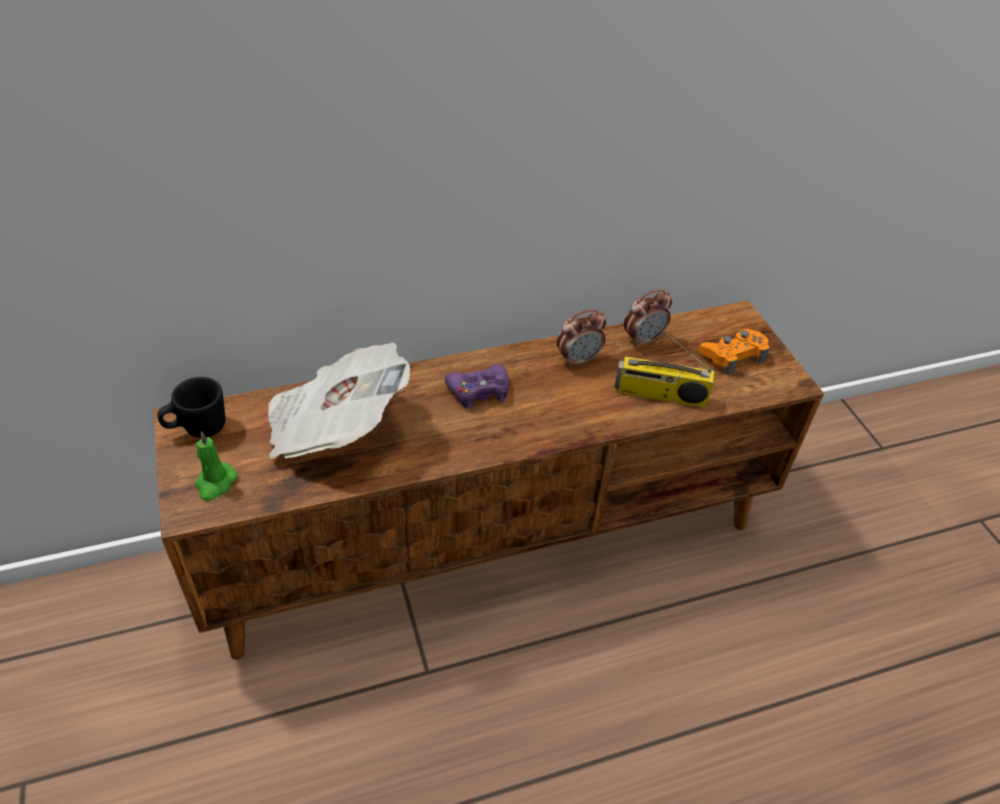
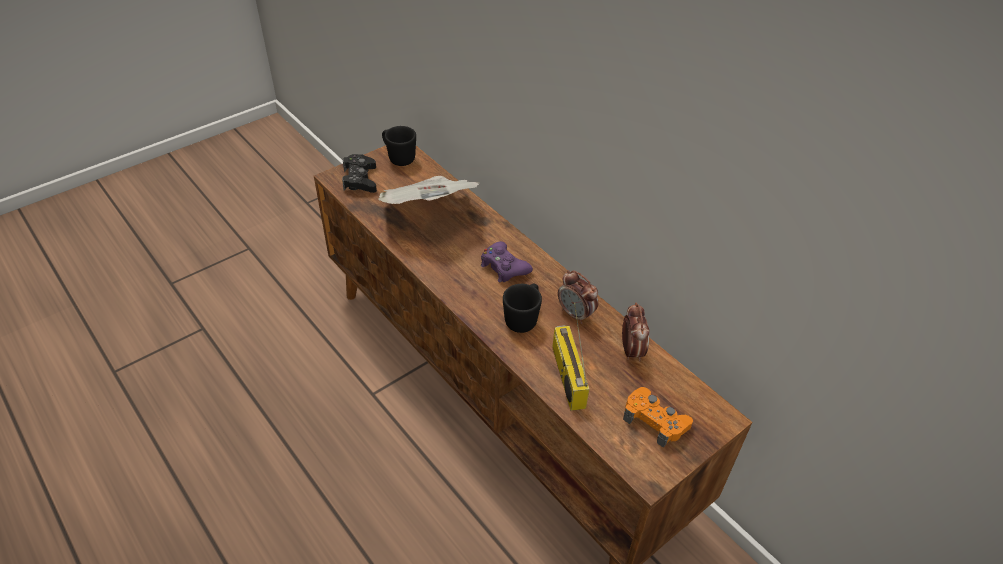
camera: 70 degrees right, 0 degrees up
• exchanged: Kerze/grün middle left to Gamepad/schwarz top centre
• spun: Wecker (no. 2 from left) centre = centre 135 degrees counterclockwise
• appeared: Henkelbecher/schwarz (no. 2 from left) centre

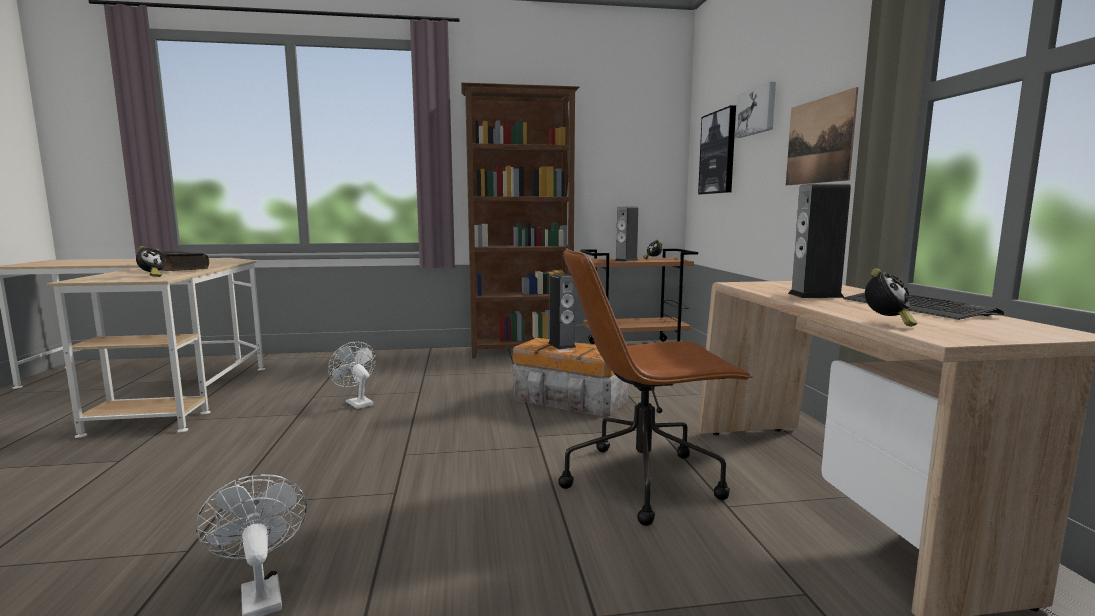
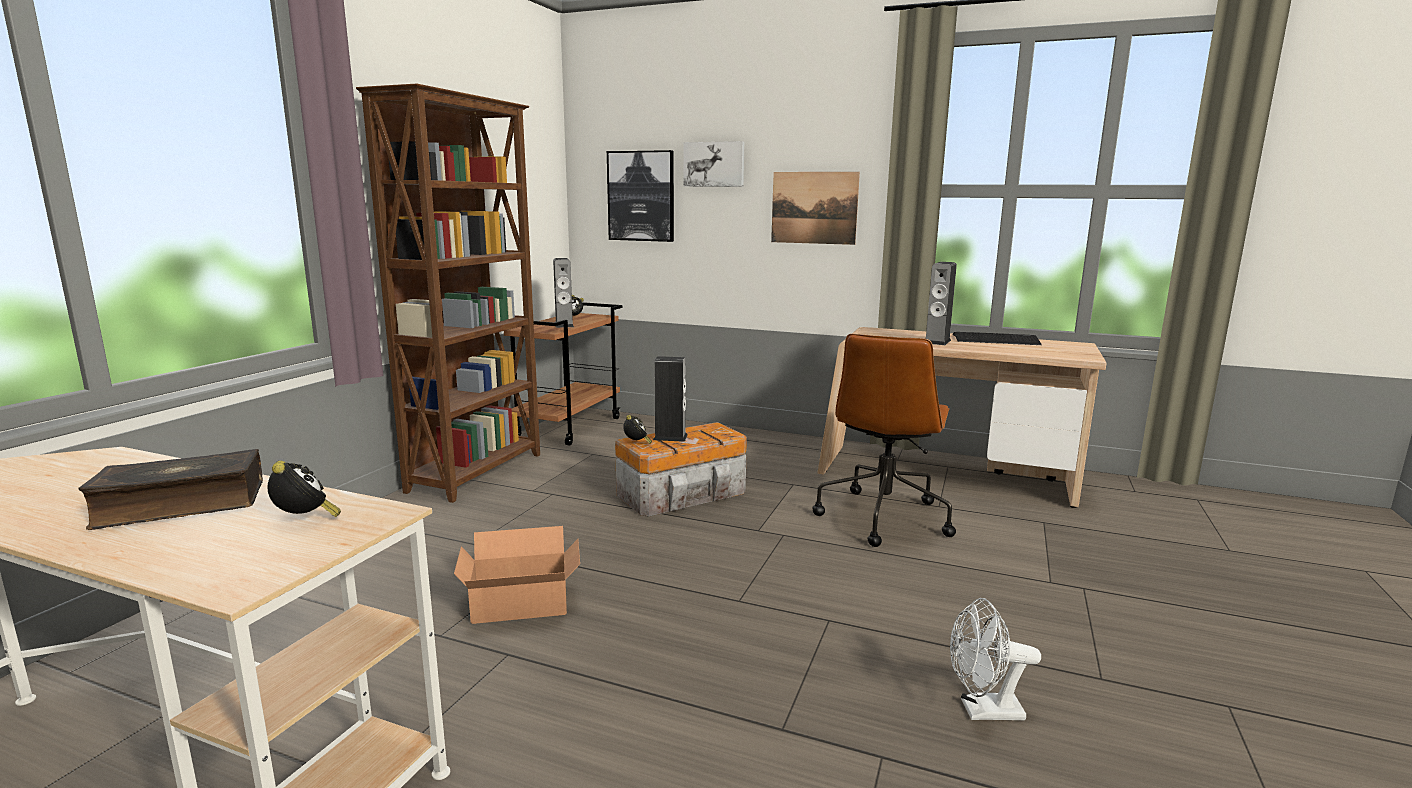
camera: 60 degrees left, 5 degrees up
• exchanged: Ventilator/weiß (no. 2 from left) middle left to Karton bottom centre
• relocated: Wecker (no. 3 from left) middle right to centre

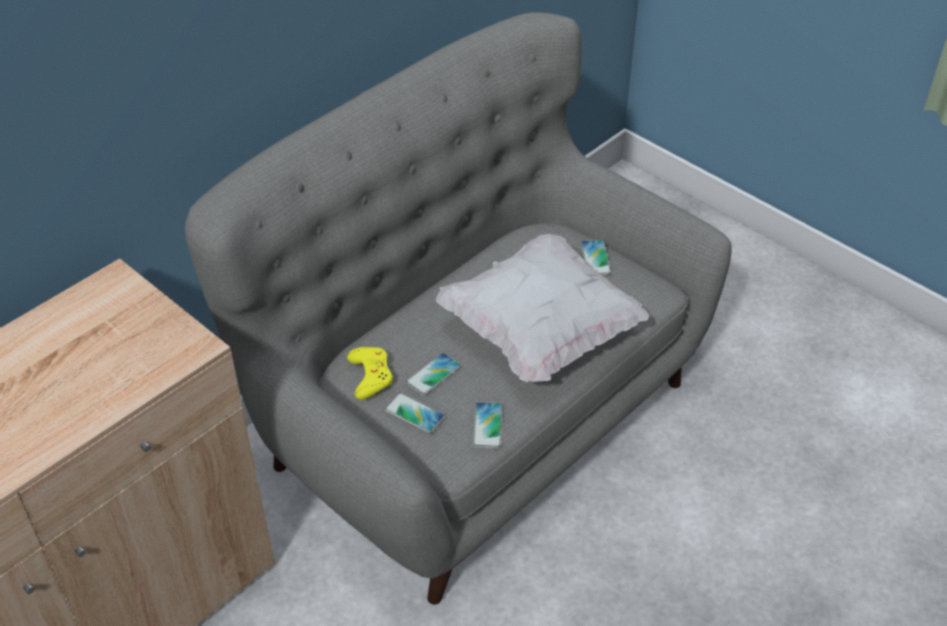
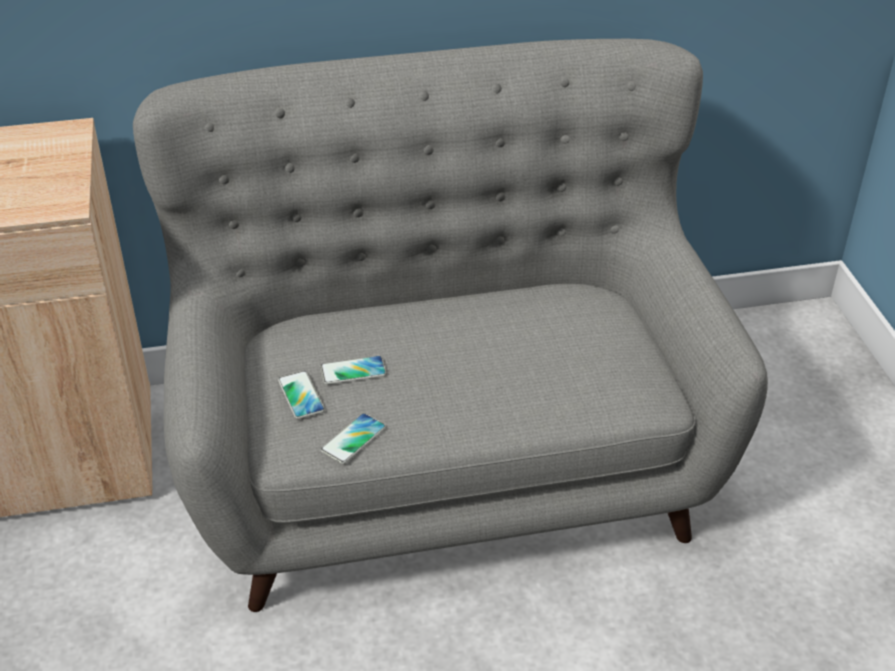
camera: 35 degrees right, 5 degrees down
• missing: Gamepad/gelb centre
• missing: Kissen/weiß centre
• missing: Handy (no. 4 from left) centre

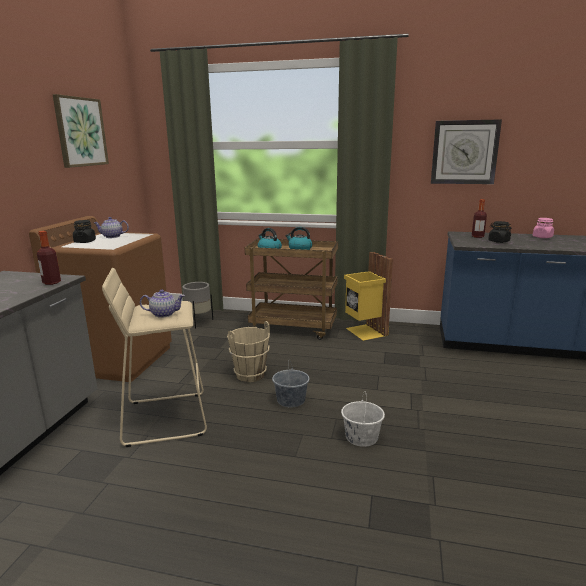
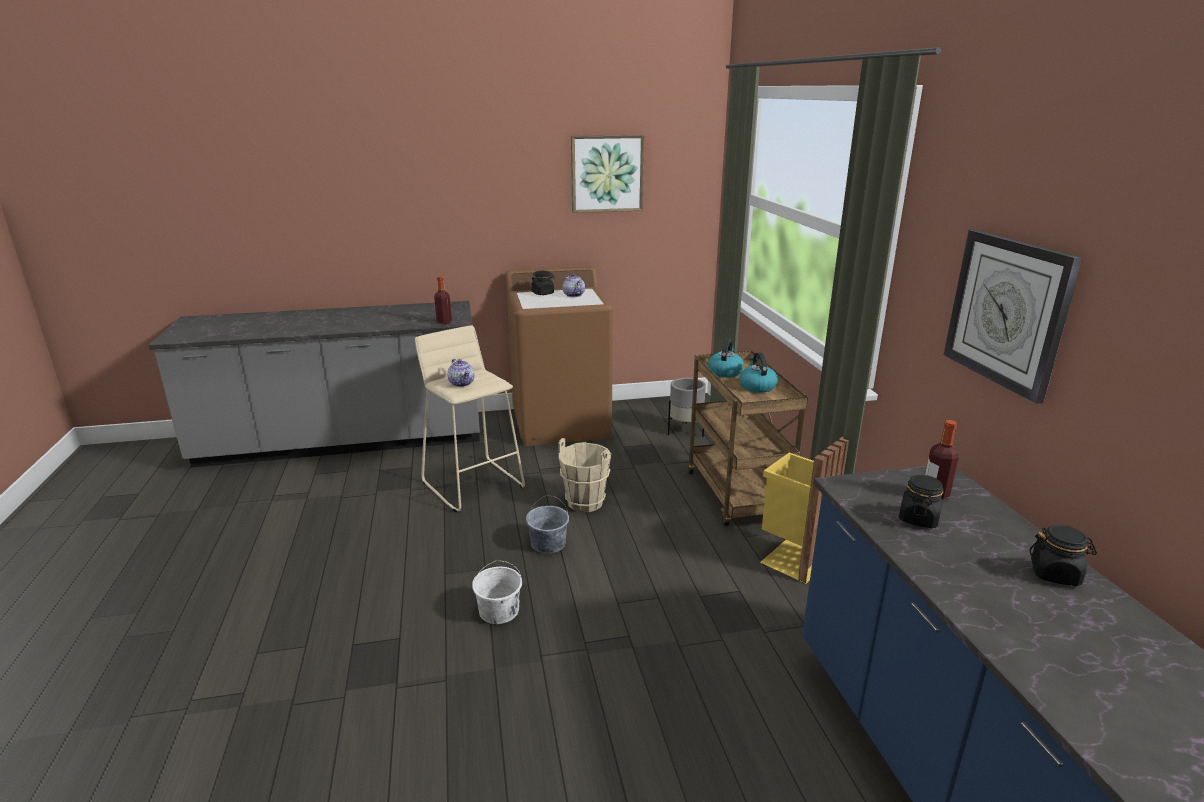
camera: 65 degrees right, 5 degrees up
• colour: Vorratsglas/rosa middle right to Vorratsglas/schwarz (no. 3 from left) bottom right

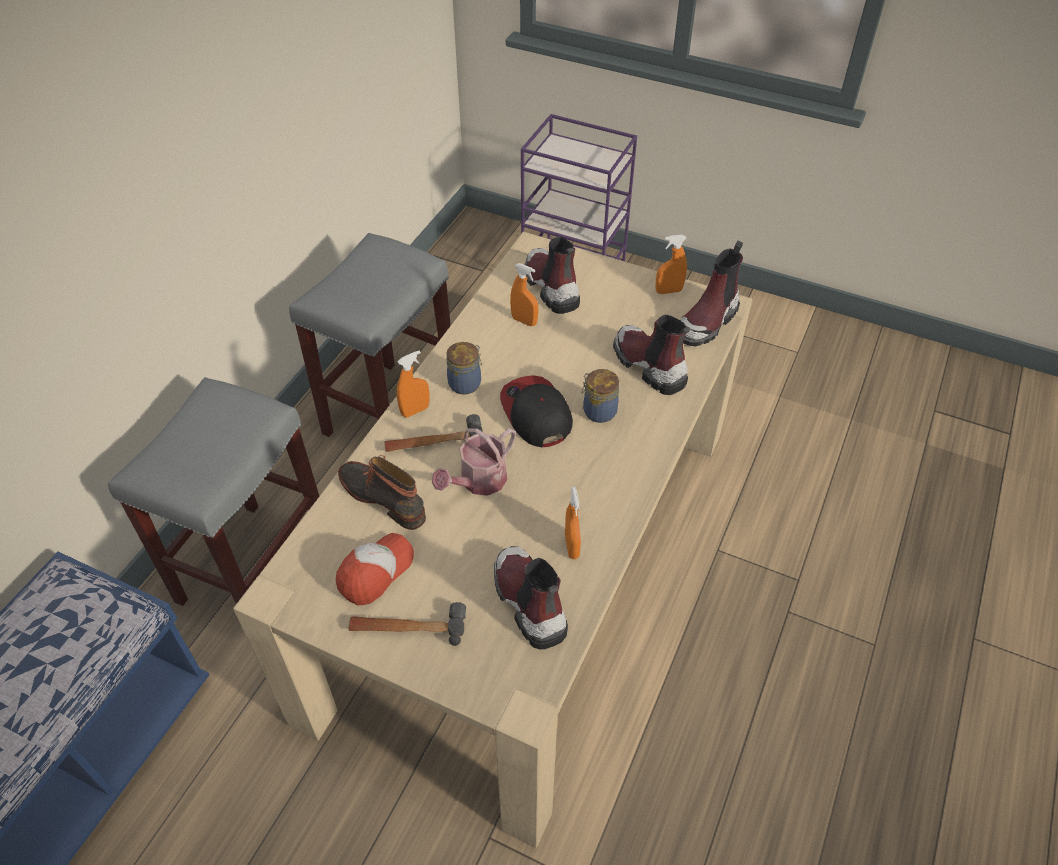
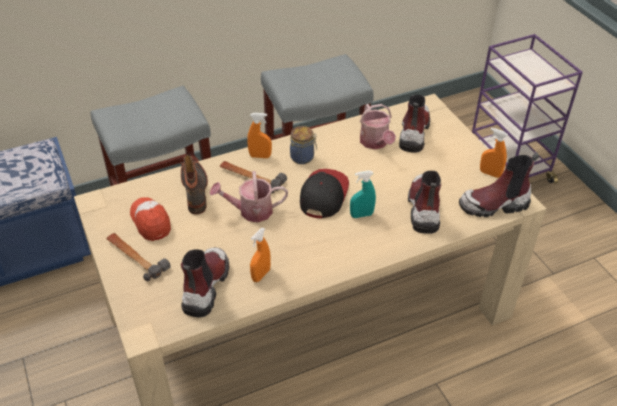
camera: 40 degrees right, 5 degrees down
• spun: Kappe (no. 1 from left) centre = middle left 105 degrees counterclockwise
• exchanged: Sprühflasche/orange (no. 2 from left) centre to Gießkanne (no. 2 from left) top centre
• exchanged: Vorratsglas (no. 2 from left) centre to Sprühflasche/türkis centre

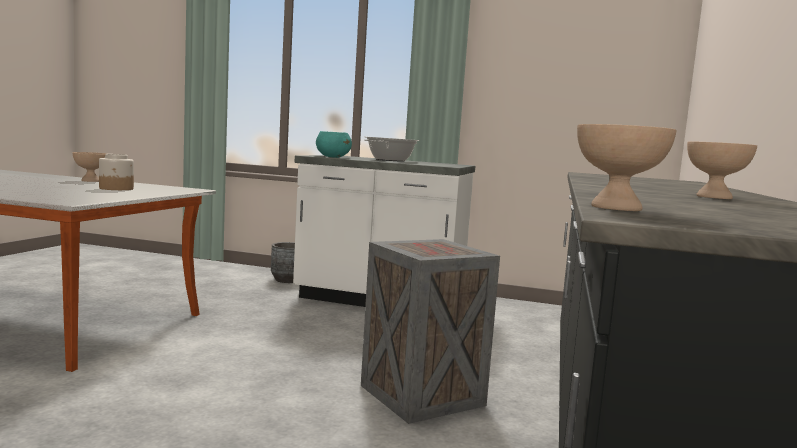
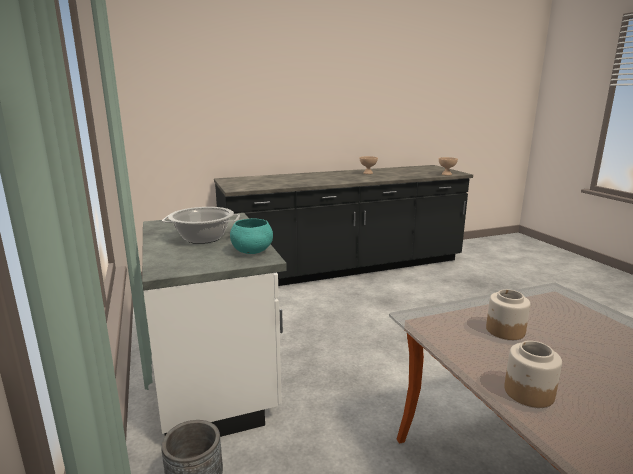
camera: 125 degrees left, 10 degrees up
• exchanged: Schüssel/beige (no. 1 from left) middle left to Vorratsglas (no. 2 from left) bottom right
• missing: Kiste bottom centre

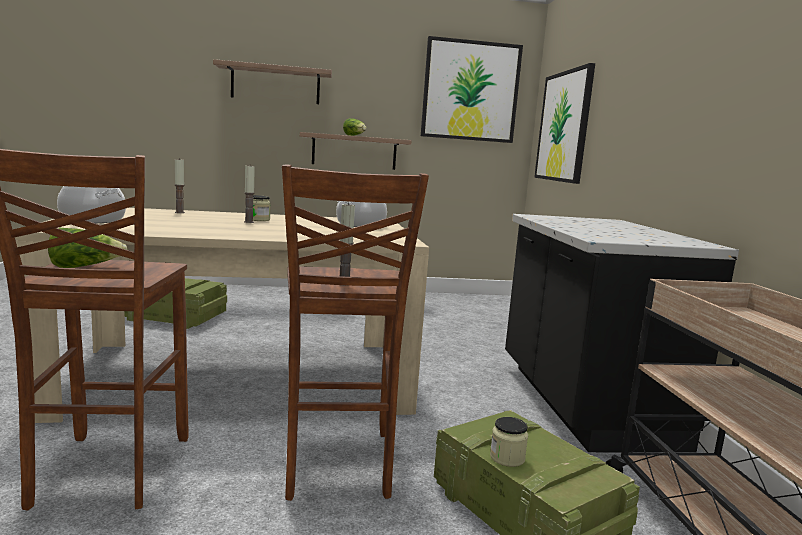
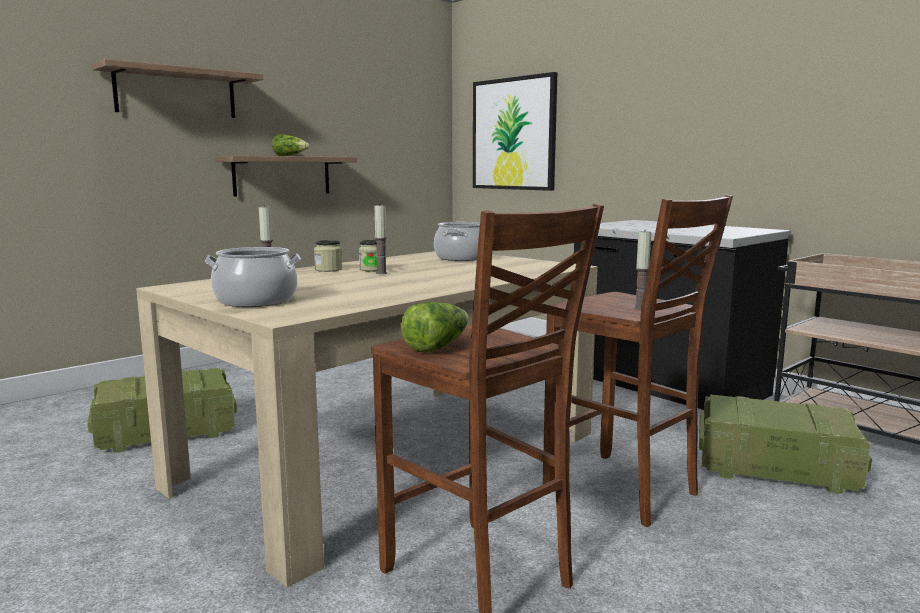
camera: 35 degrees left, 0 degrees up
• missing: Bild (no. 1 from left) top centre
• relocated: Vorratsglas (no. 2 from left in the first image) bottom centre to Vorratsglas (no. 1 from left) centre

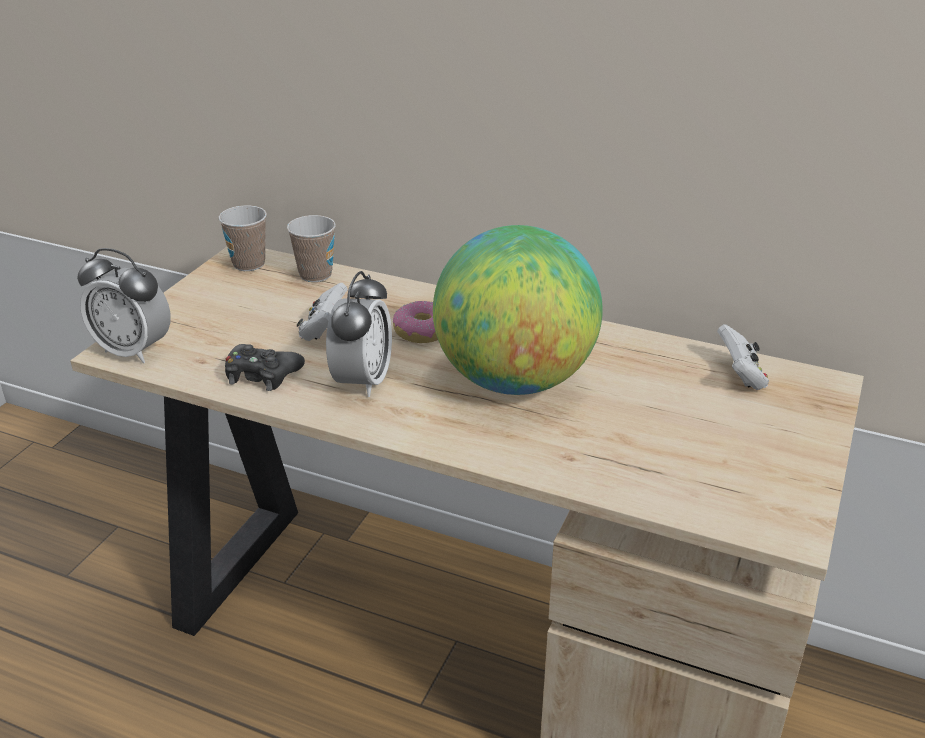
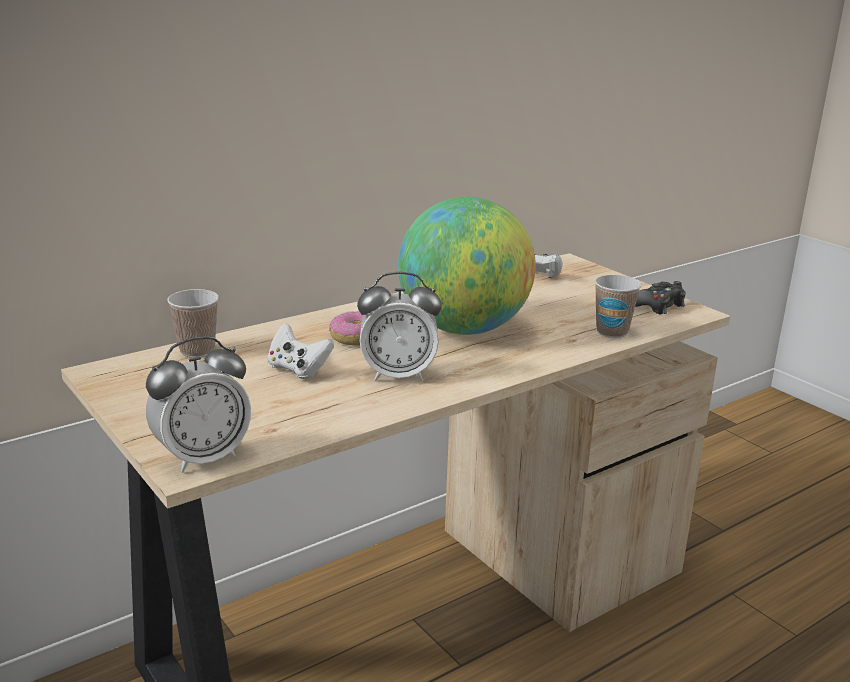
camera: 60 degrees left, 10 degrees down
• relocated: Tasse (no. 1 from left in the first image) top left to Tasse (no. 2 from left) middle right
• relocated: Gamepad/schwarz middle left to middle right
• spun: Wecker (no. 2 from left) centre = centre 135 degrees clockwise

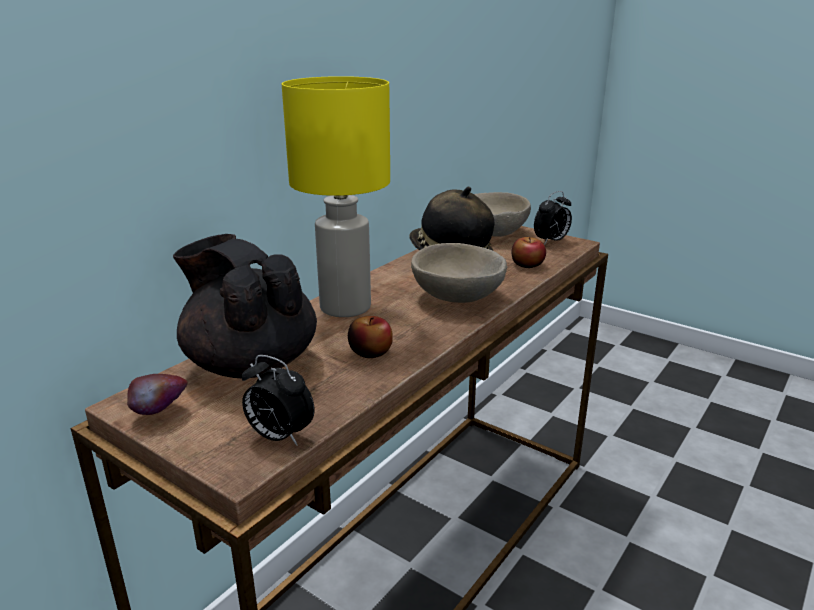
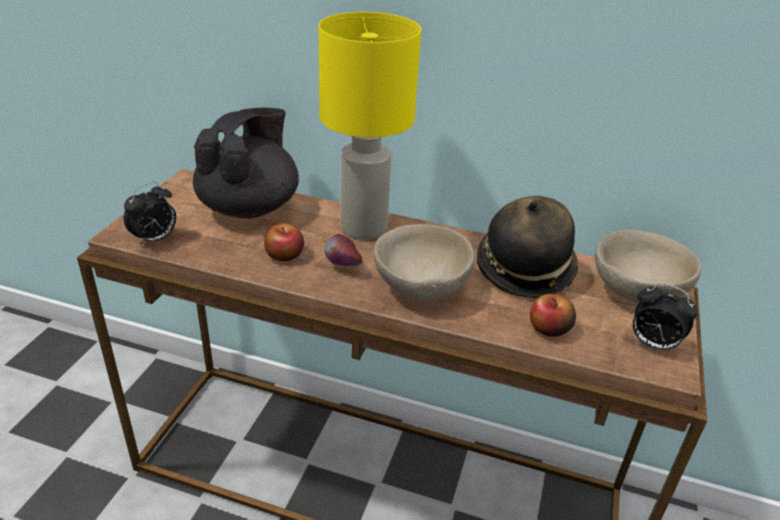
camera: 70 degrees right, 10 degrees up
• relocated: Apfel (no. 1 from left in the first image) middle left to Apfel (no. 2 from left) centre
• spun: Wecker (no. 1 from left) centre = middle left 150 degrees counterclockwise

